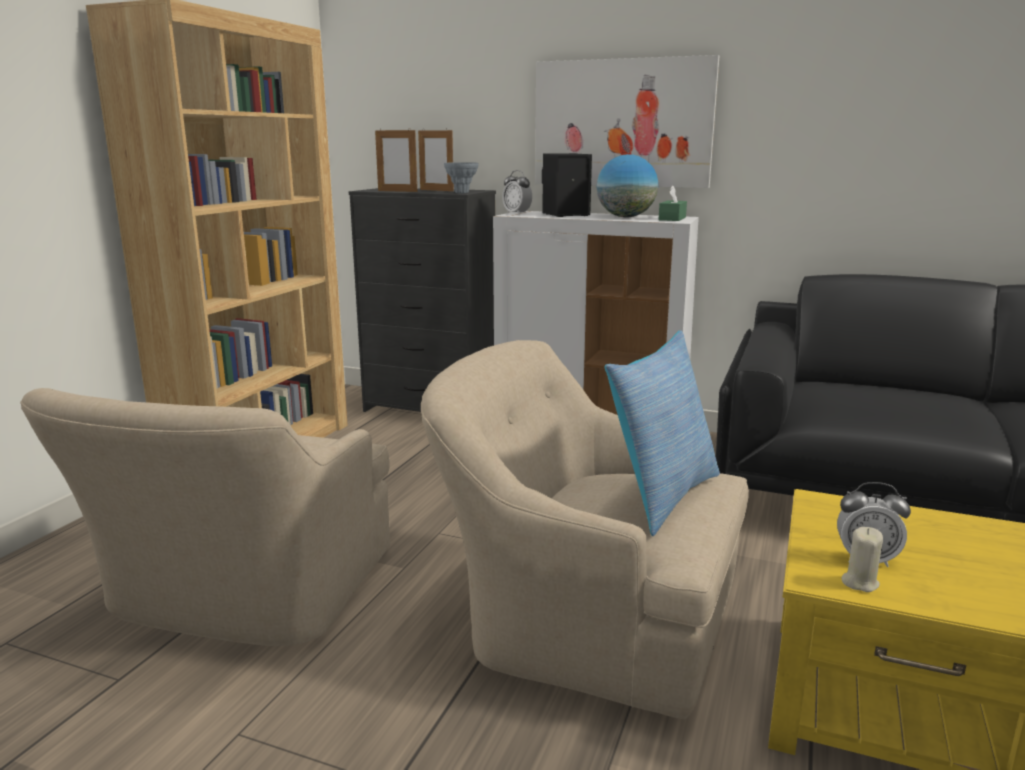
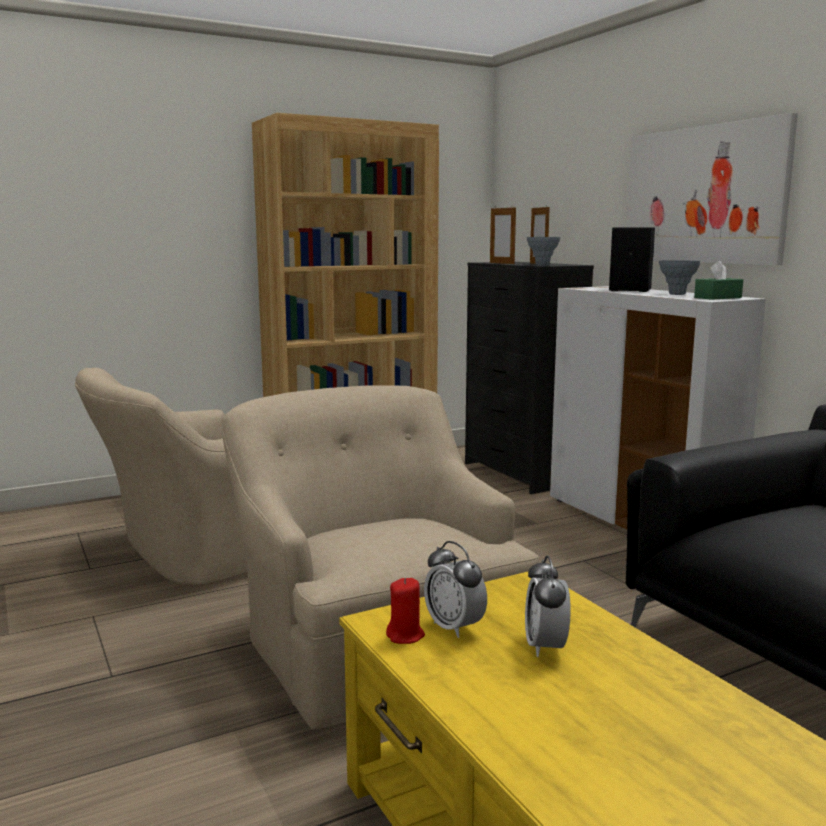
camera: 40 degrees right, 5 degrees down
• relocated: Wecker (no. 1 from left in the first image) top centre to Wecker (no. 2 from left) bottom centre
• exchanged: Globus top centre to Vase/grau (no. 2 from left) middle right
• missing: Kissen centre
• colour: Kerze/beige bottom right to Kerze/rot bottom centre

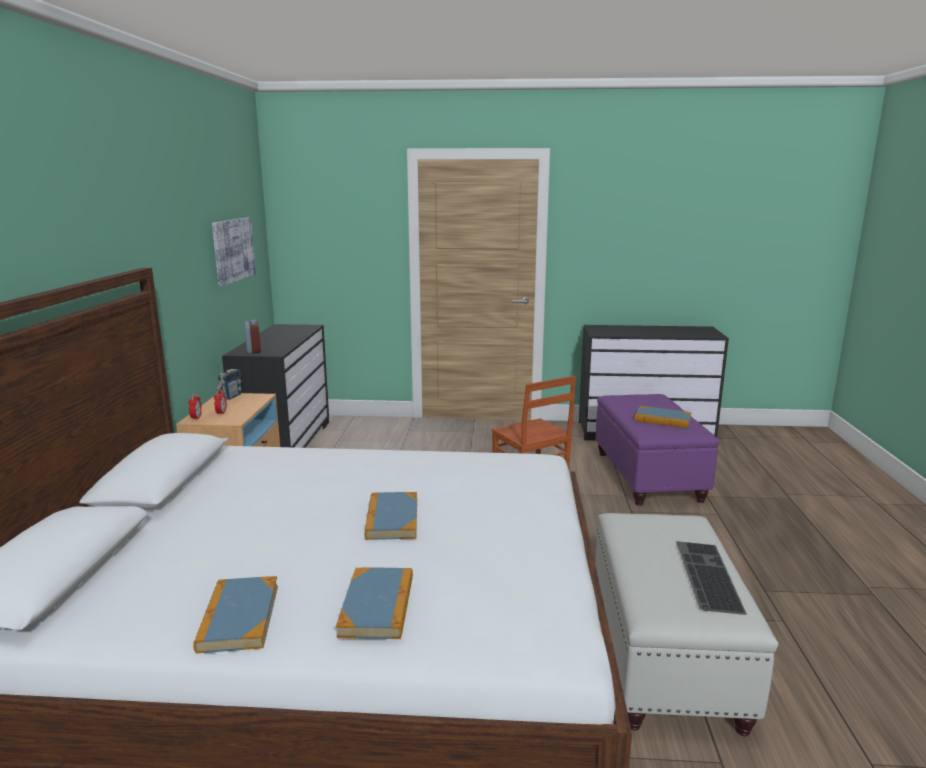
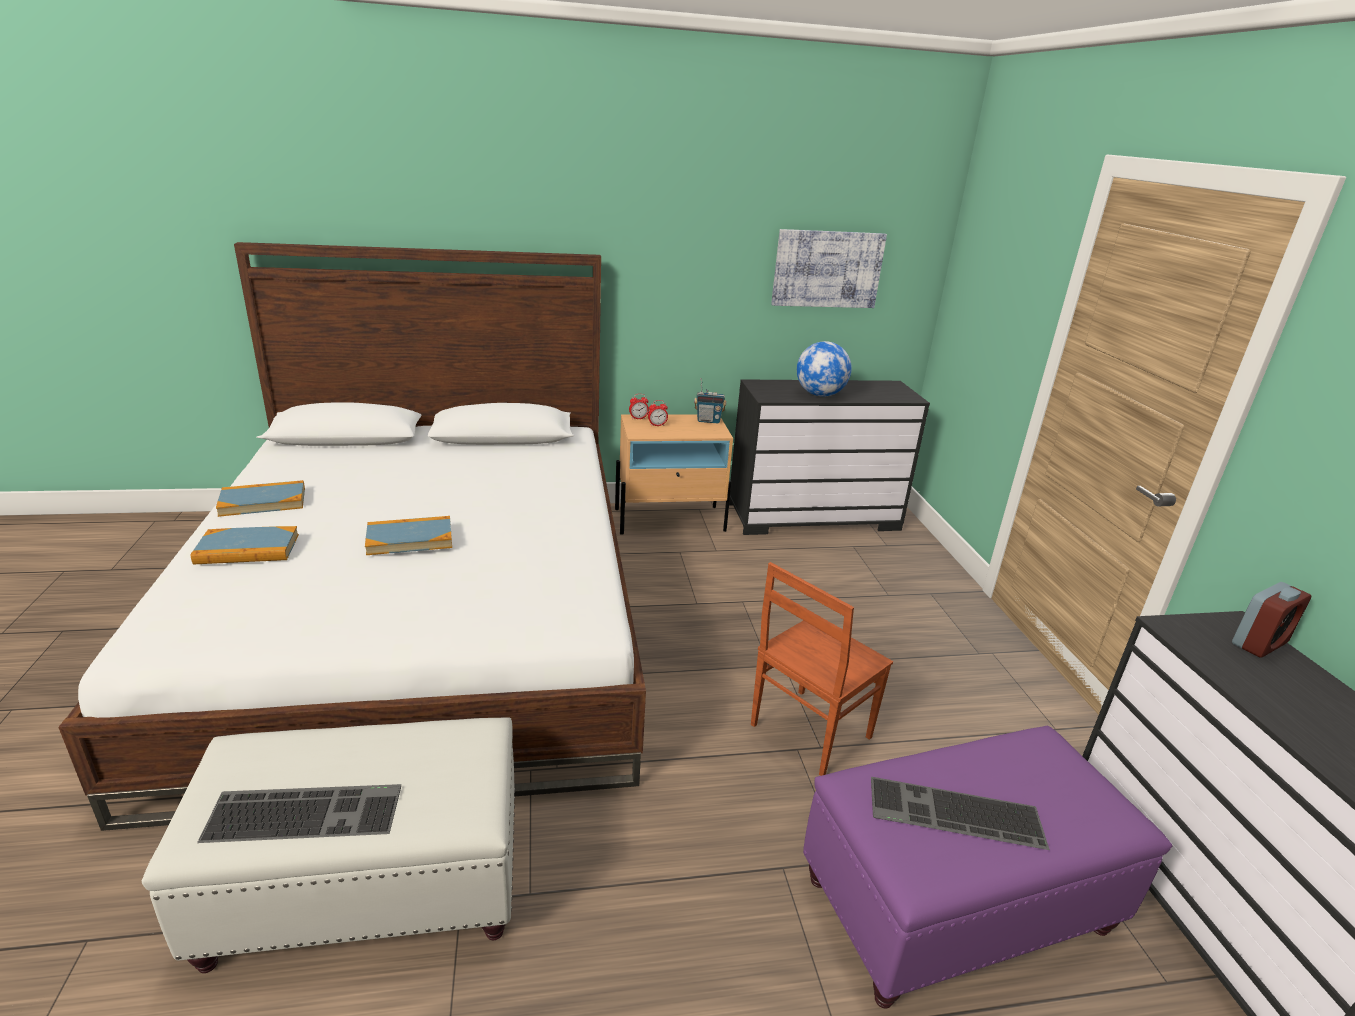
camera: 75 degrees right, 10 degrees up
• relocated: Wecker (no. 3 from left) middle left to middle right
• exchanged: Buch (no. 4 from left) middle right to Tastatur (no. 2 from left) bottom right
• appeared: Globus centre

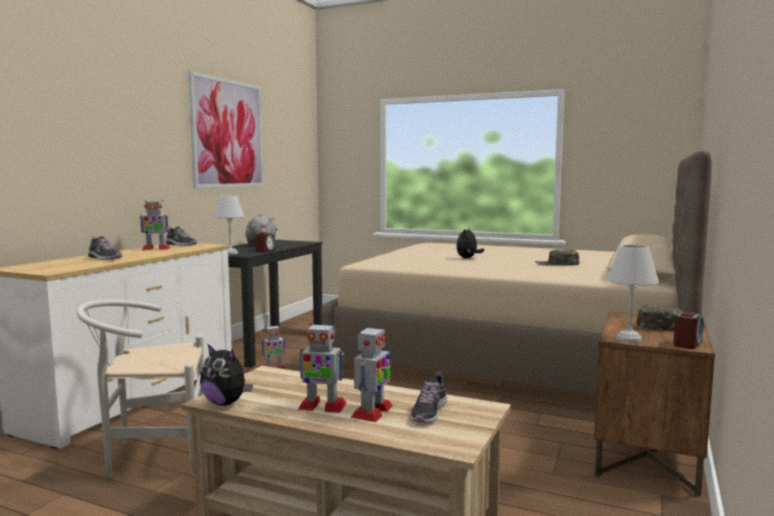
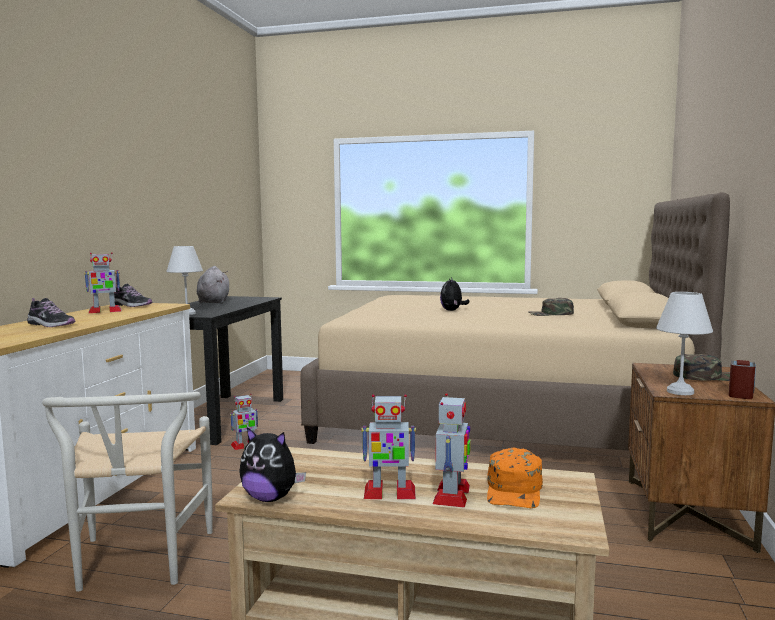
camera: 10 degrees left, 0 degrees up
• spun: Stuhl/weiß bottom left = bottom left 75 degrees counterclockwise
• missing: Bild top left
• missing: Wecker (no. 1 from left) centre
• exchanged: Schuh (no. 3 from left) bottom centre to Kappe/orange bottom centre

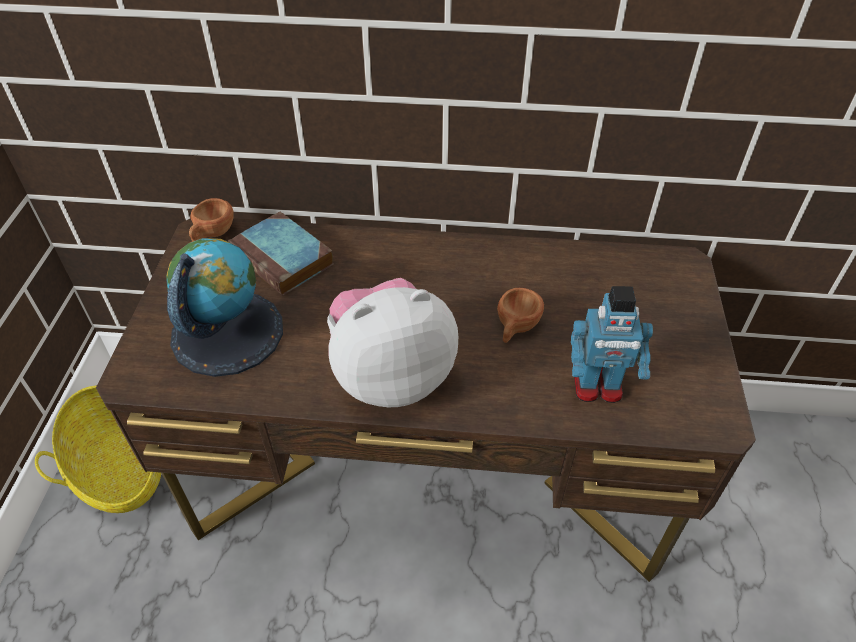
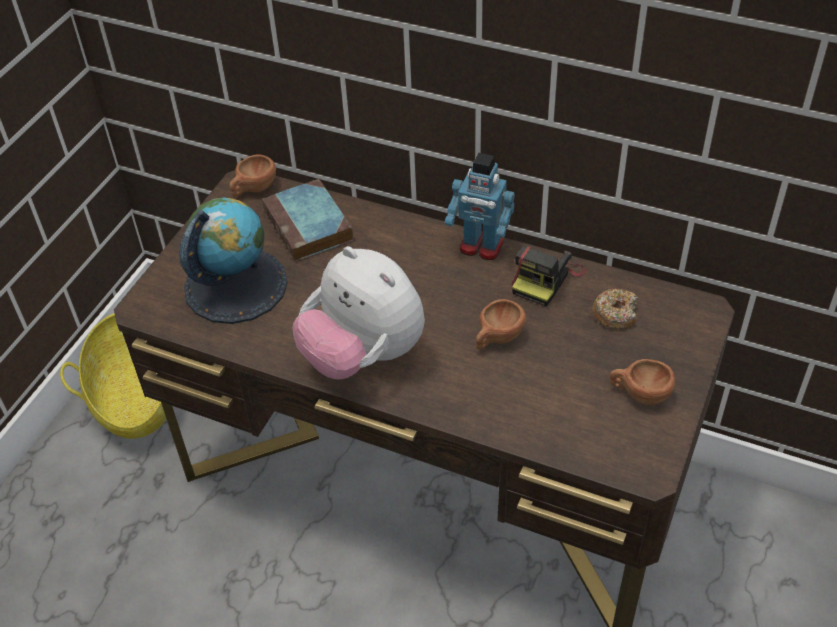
camera: 20 degrees right, 0 degrees up
• spun: Plüschtier centre = centre 135 degrees counterclockwise
• relocated: Spielzeugroboter middle right to top centre
• appeared: Kamera centre
• appeared: Donut middle right
• appeared: Tasse/braun (no. 3 from left) middle right

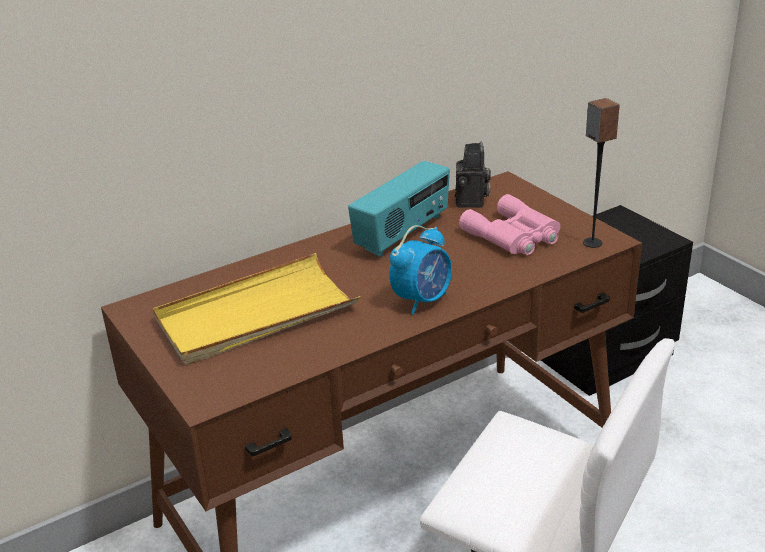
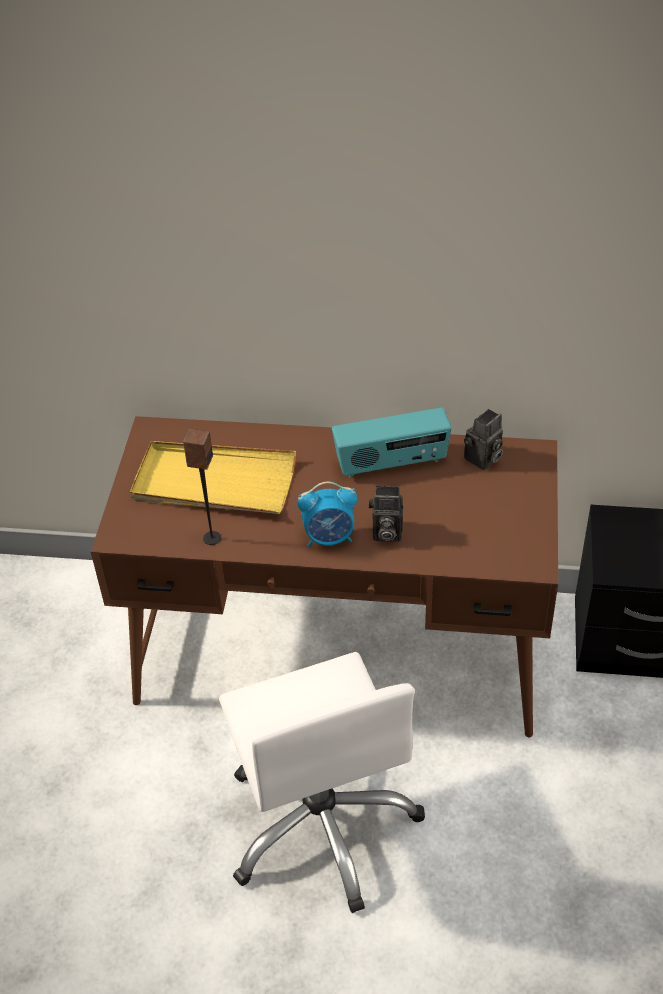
camera: 40 degrees right, 15 degrees up
• missing: Fernglas/rosa centre
• relocated: Lautsprecher top right to middle left
• appeared: Kamera (no. 1 from left) centre

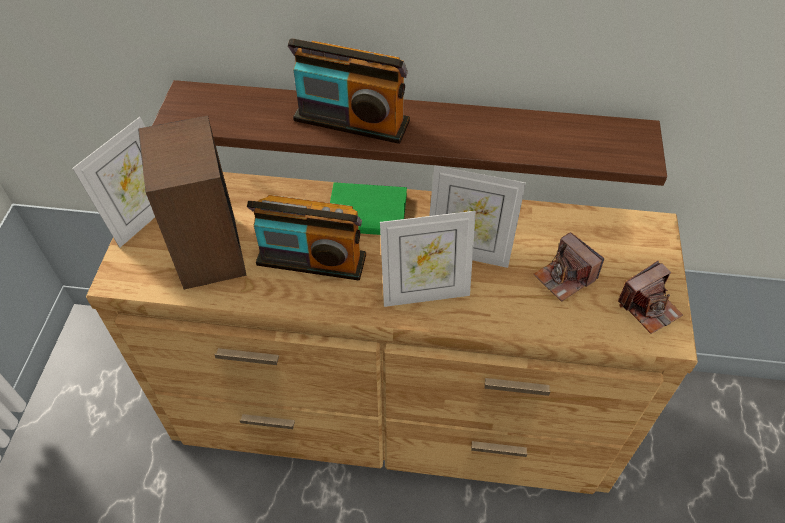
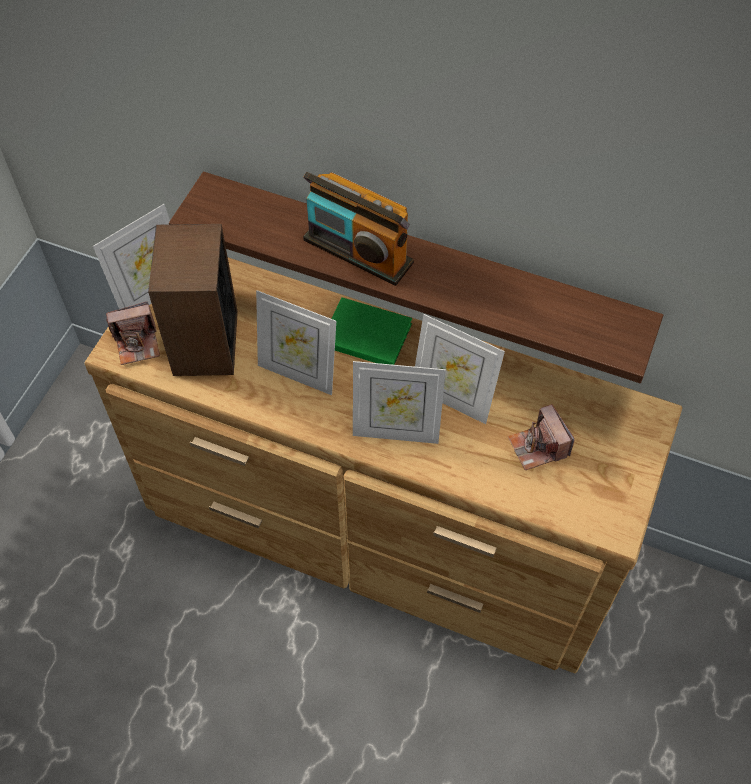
camera: 15 degrees right, 5 degrees up
• exchanged: Radio (no. 1 from left) centre to Bilderrahmen (no. 2 from left) centre
• relocated: Kamera (no. 2 from left in the first image) middle right to Kamera (no. 1 from left) middle left

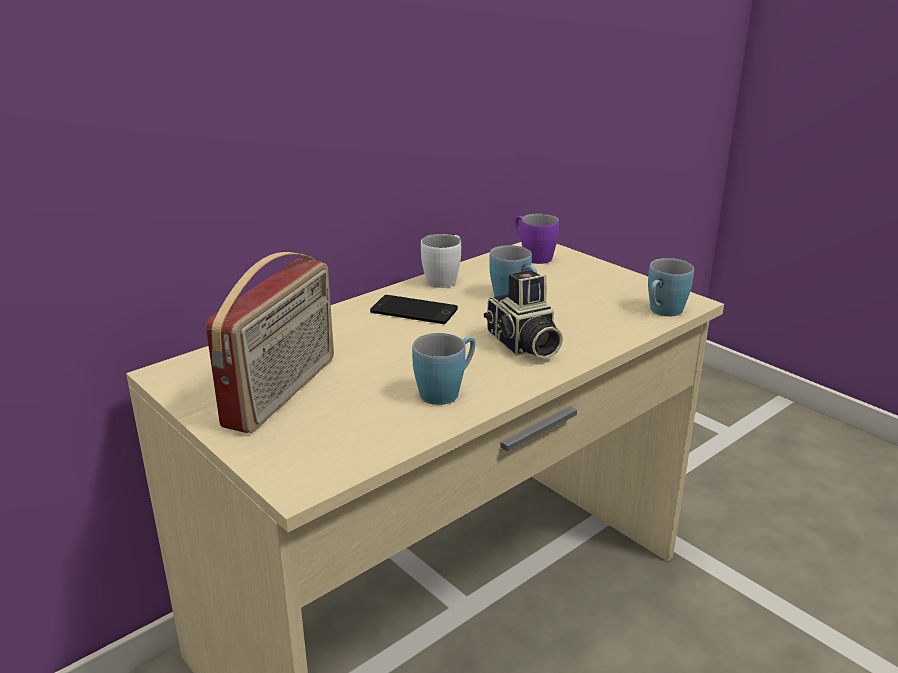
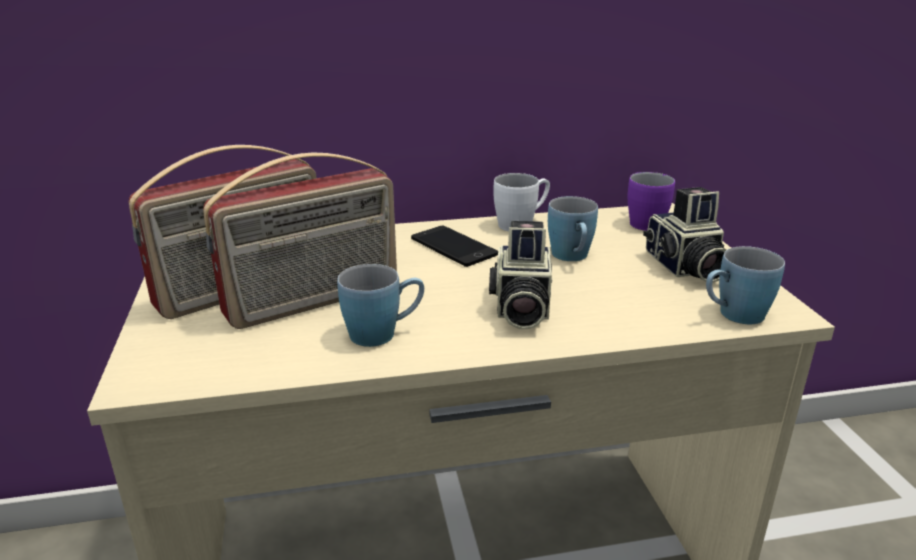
camera: 30 degrees right, 0 degrees up
• appeared: Radio (no. 2 from left) middle left
• appeared: Kamera (no. 2 from left) middle right

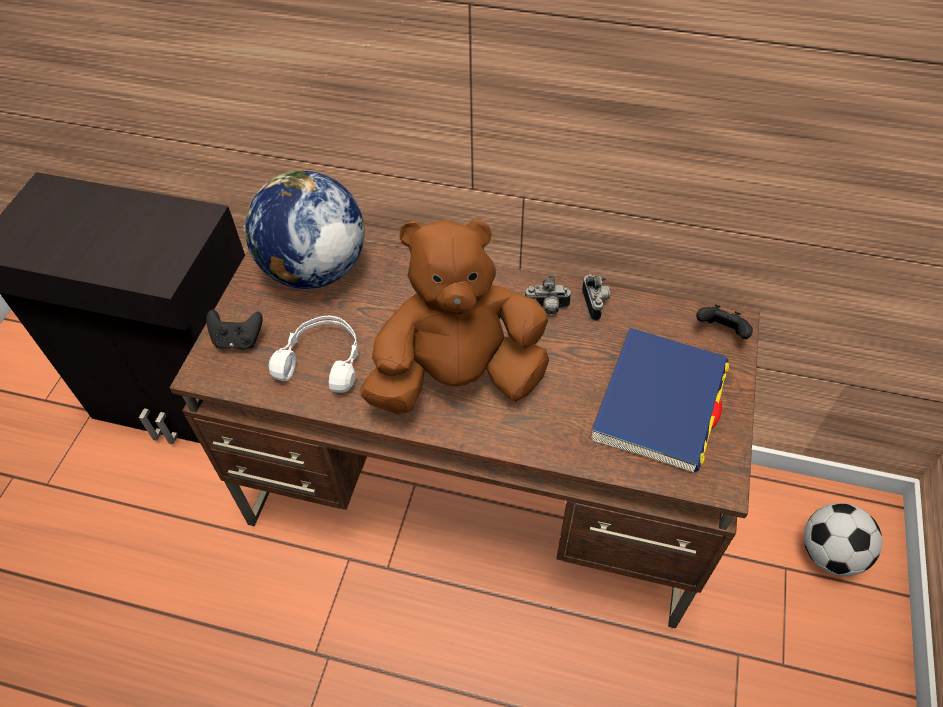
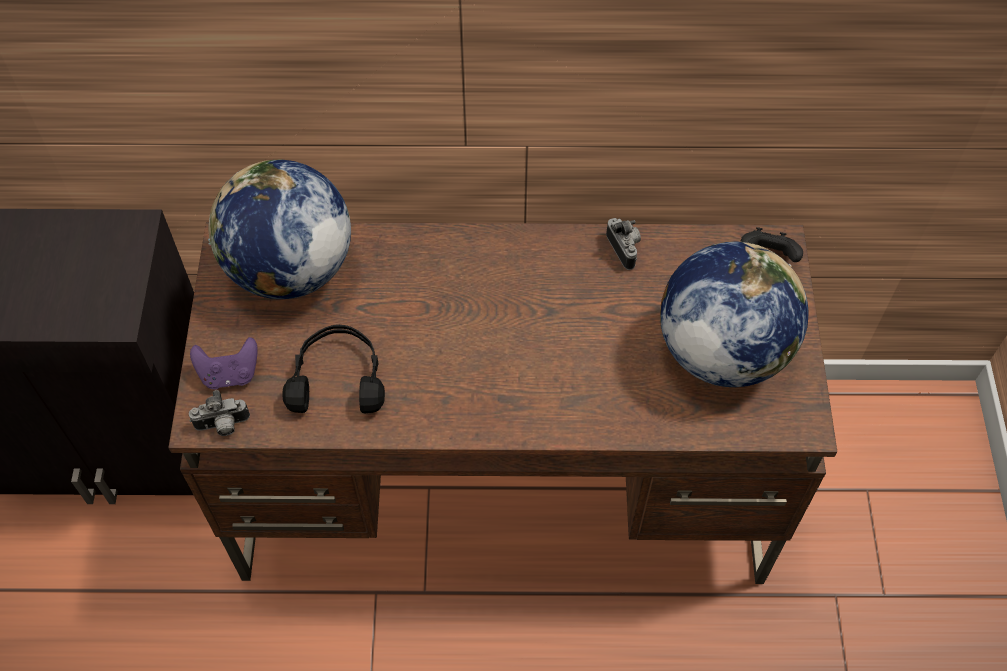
camera: 15 degrees left, 5 degrees up
• colour: Gamepad/schwarz (no. 1 from left) middle left to Gamepad/lila middle left
• colour: Kopfhörer/weiß middle left to Kopfhörer/schwarz middle left
• missing: Plüschtier/braun centre
• relocated: Kamera (no. 1 from left) centre to middle left
• exchanged: Buch/blau middle right to Globus (no. 2 from left) middle right
• missing: Fußball bottom right

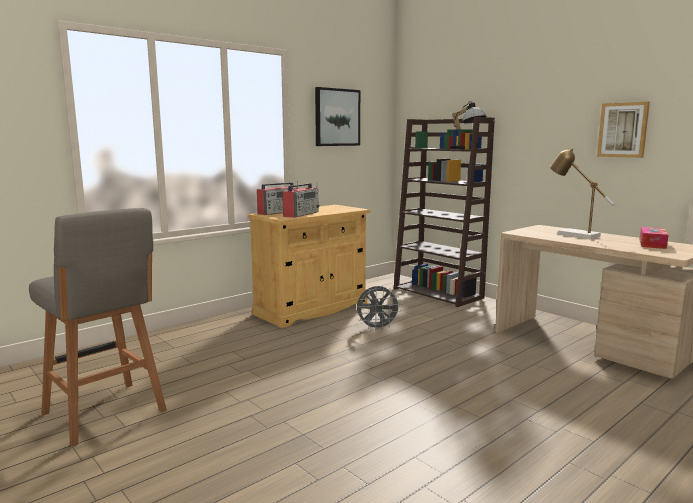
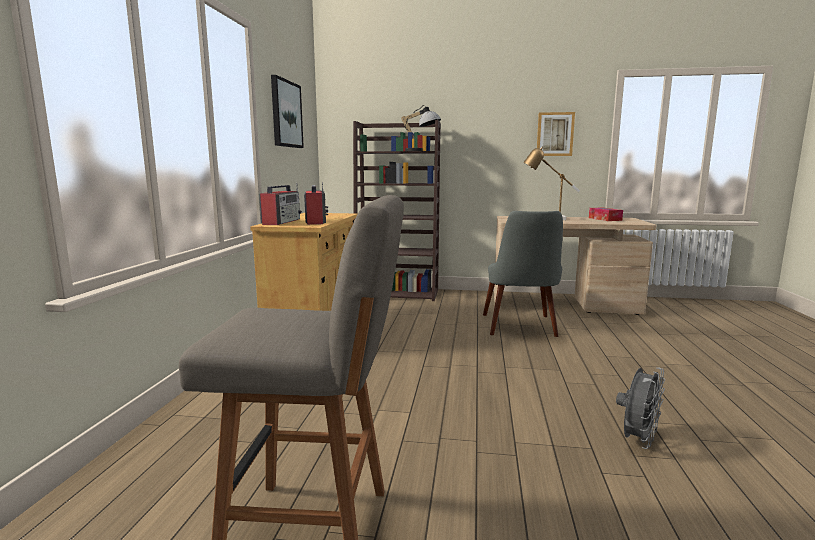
camera: 40 degrees left, 0 degrees up
• relocated: Ventilator/grau centre to bottom right
• appeared: Stuhl/grau centre

